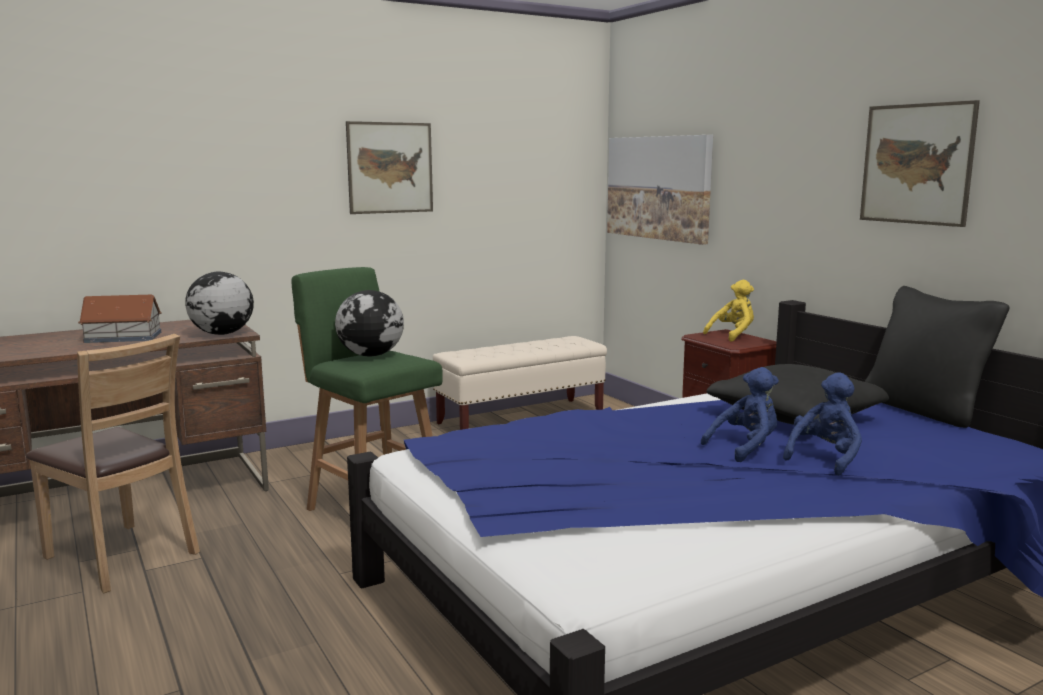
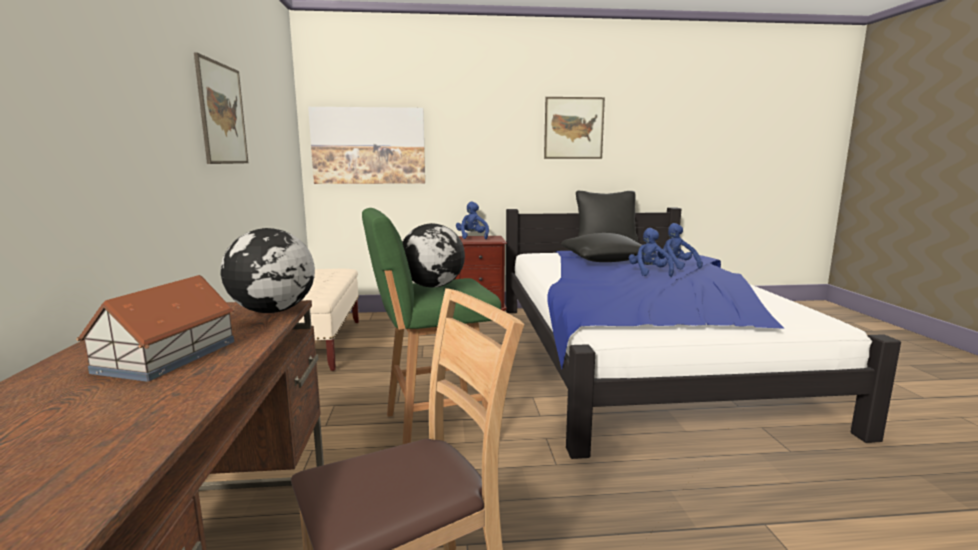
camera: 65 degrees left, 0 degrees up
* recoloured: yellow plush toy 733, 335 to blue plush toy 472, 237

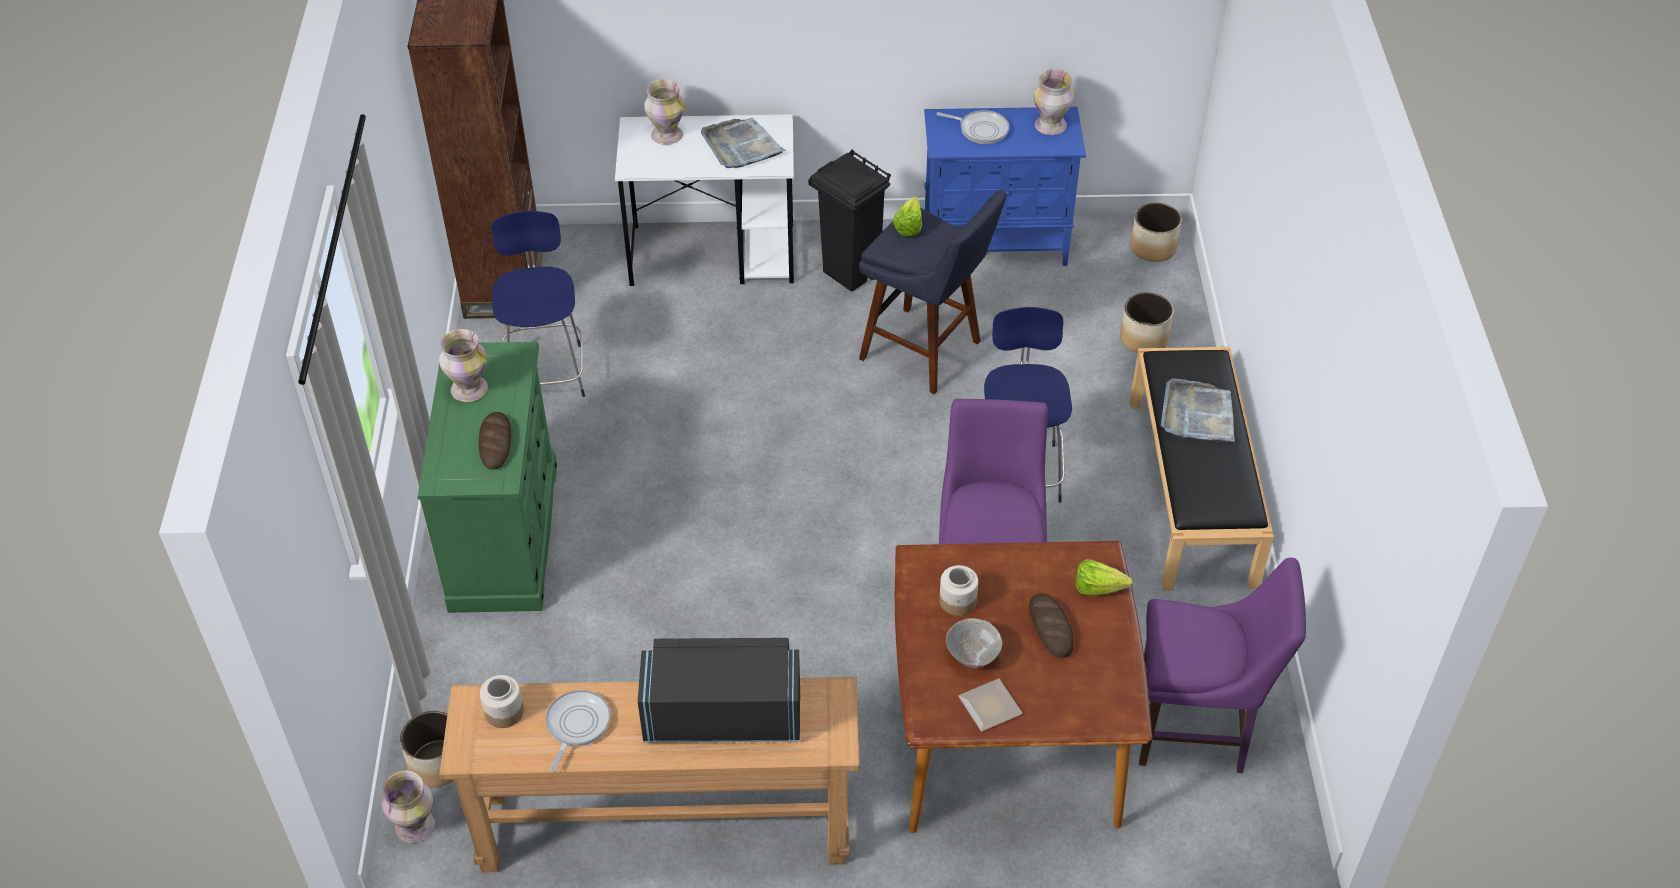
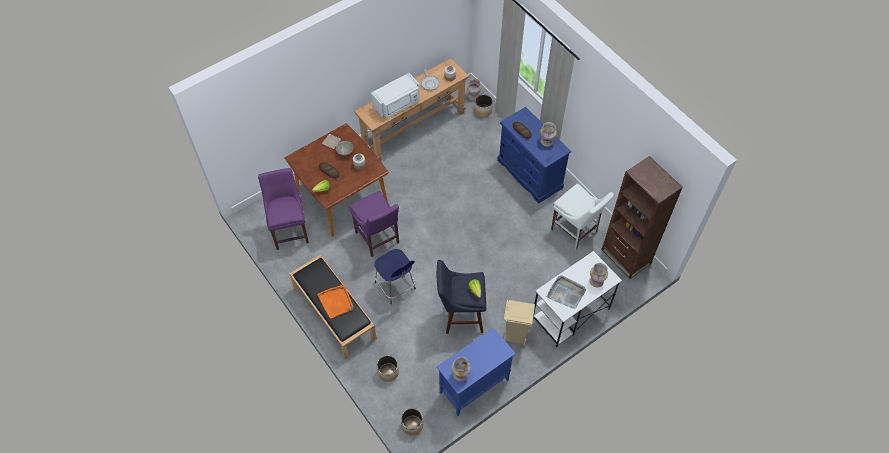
camera: 145 degrees right, 10 degrees up
* recoloured: green dresser 505, 535 to blue dresser 529, 174
* replaced: blue stool 546, 371 to white chair 575, 232
* recoloured: black microwave 723, 712 to white microwave 397, 104
* recoloured: black trash can 851, 274 to beige trash can 514, 336
* removed: frying pan 980, 129
* turned: purple chair 1197, 730 = 290, 230 105 degrees clockwise
* recoloured: grey tray 1197, 415 to orange tray 336, 302

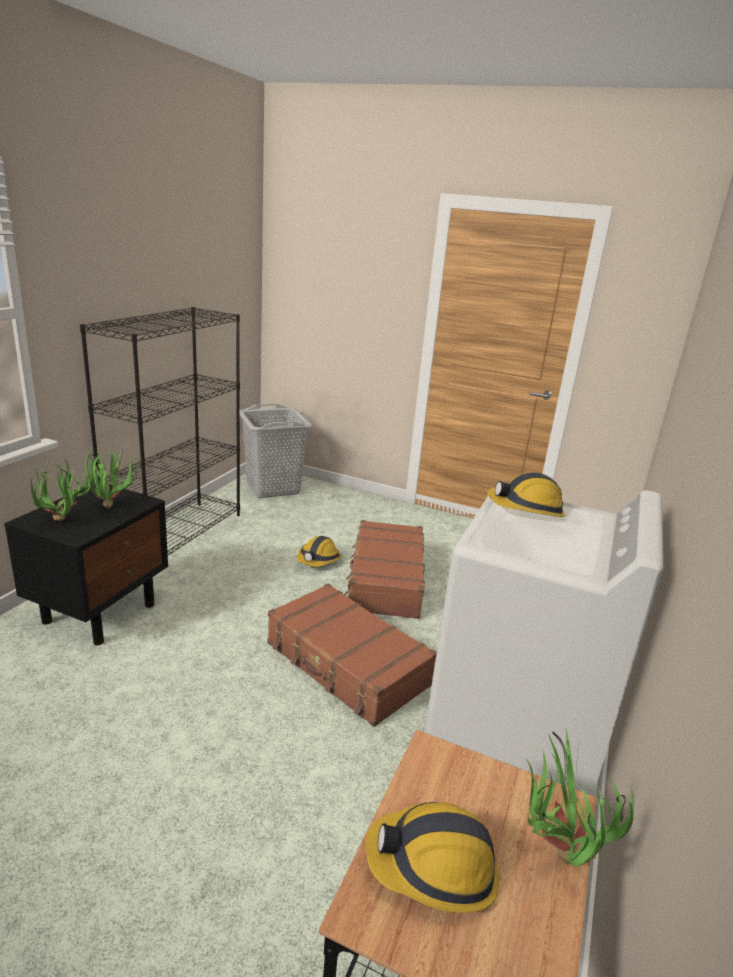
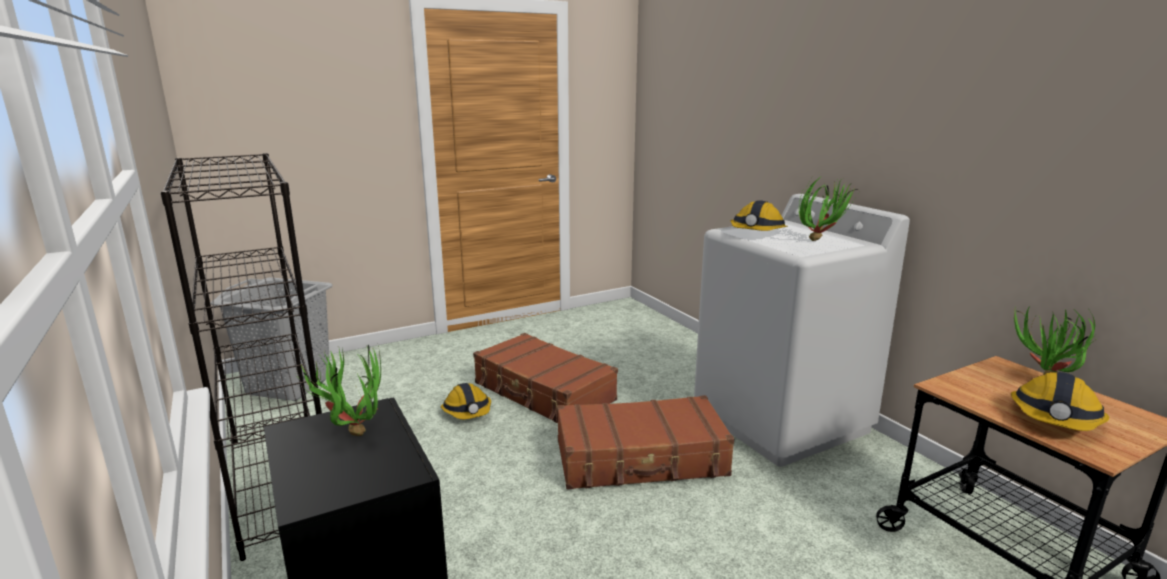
camera: 50 degrees left, 5 degrees down
* moved: potted plant 63, 523 to 821, 240

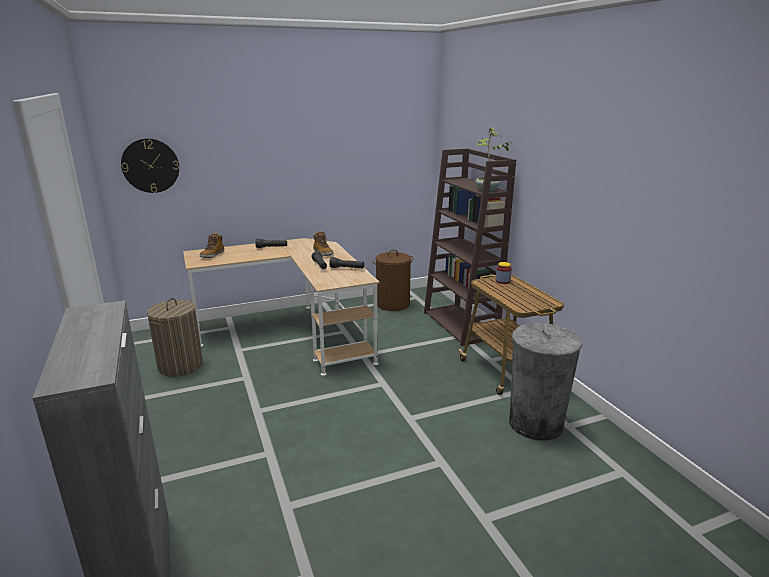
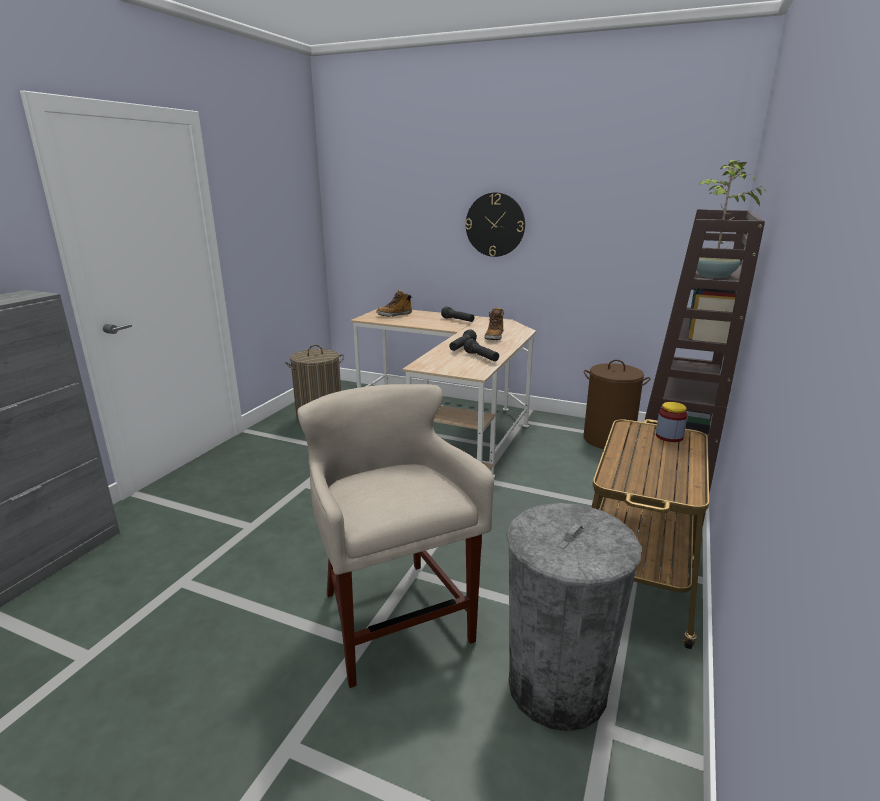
camera: 45 degrees right, 0 degrees up
* moved: wall clock 150, 165 to 495, 225
* added: beige stool 393, 620

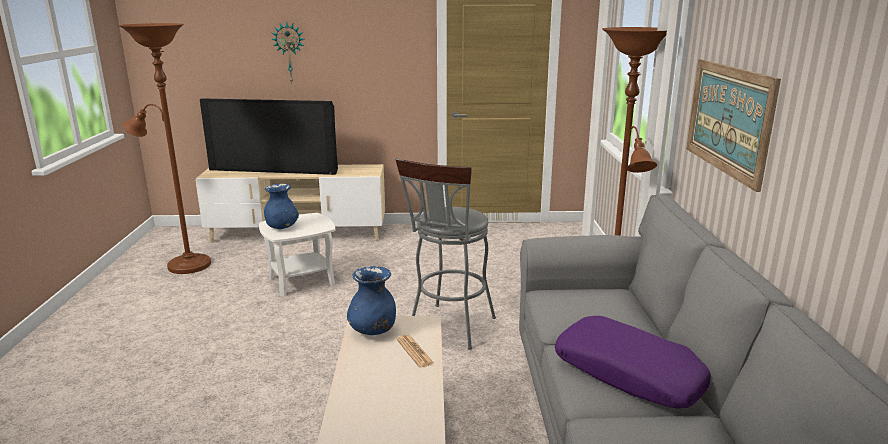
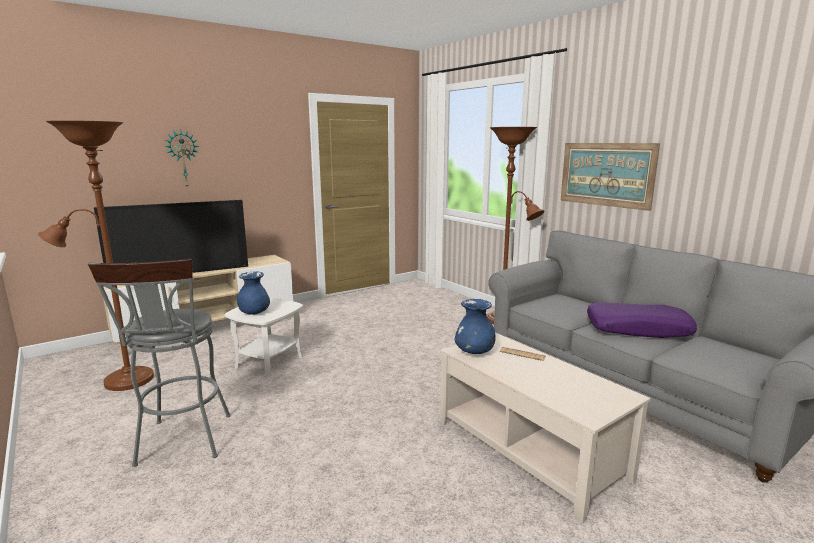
camera: 35 degrees left, 5 degrees down
* moved: grey stool 449, 329 to 183, 444

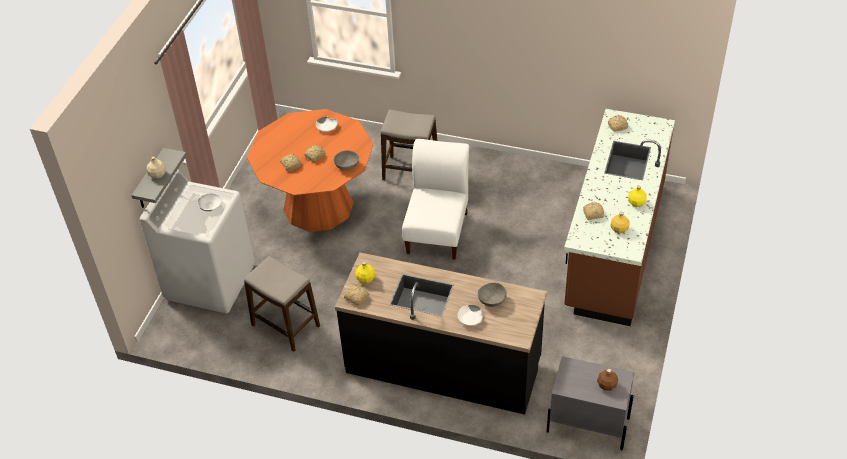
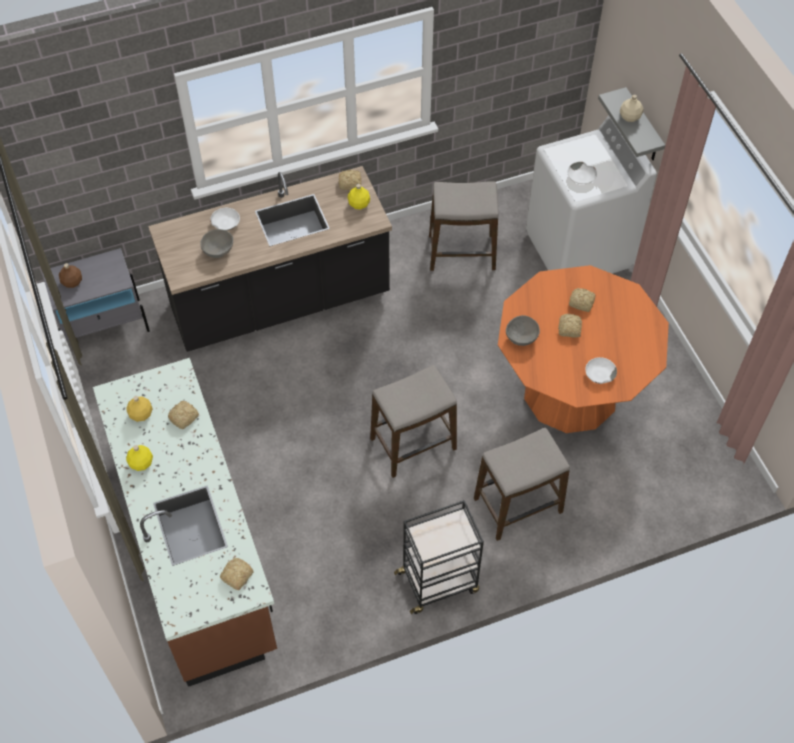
camera: 140 degrees right, 10 degrees up
* replaced: white chair 438, 230 to stool 413, 444
* added: black cart 438, 581

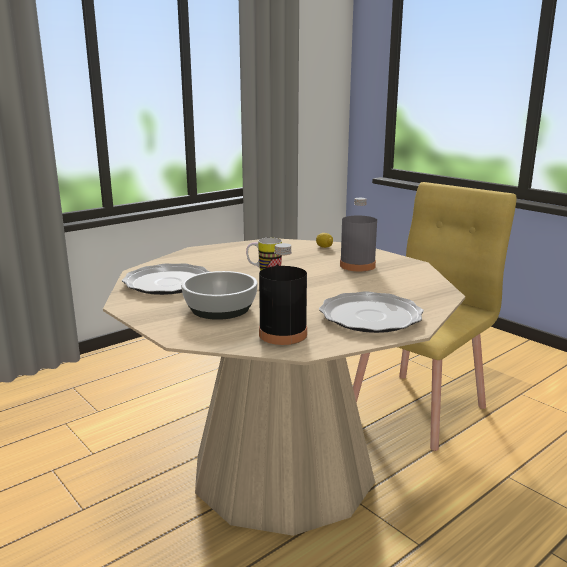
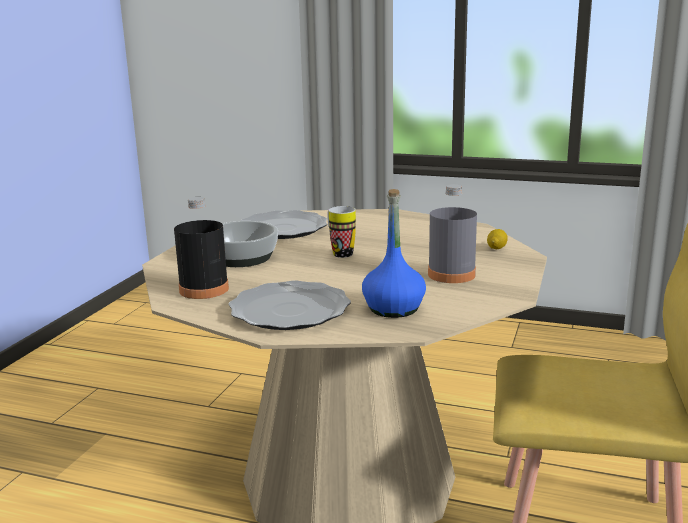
camera: 60 degrees right, 0 degrees up
* added: blue bottle 394, 309

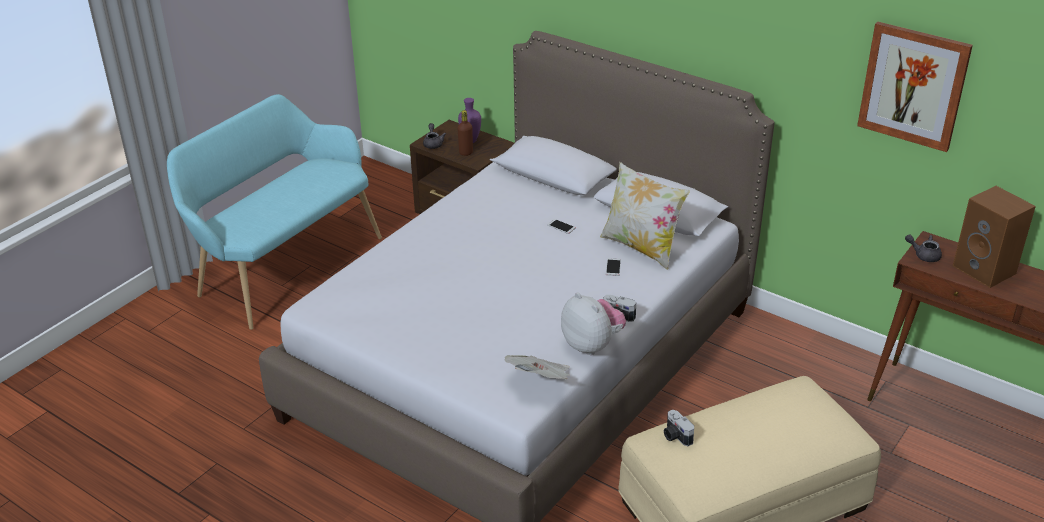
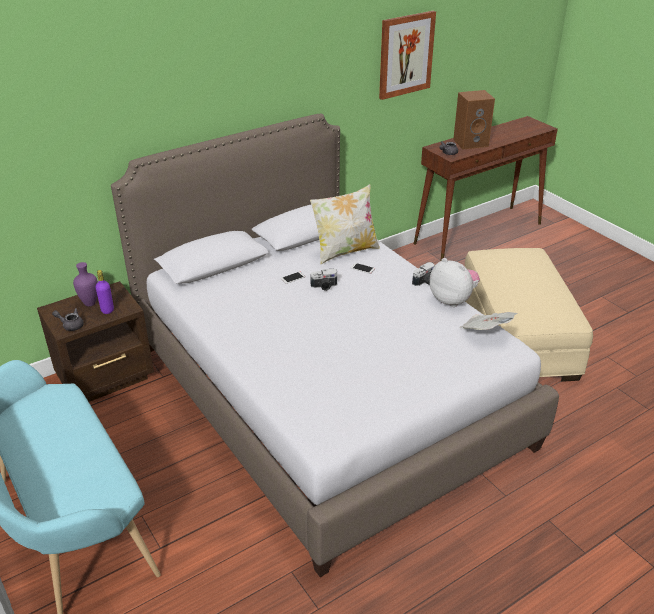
camera: 70 degrees left, 0 degrees up
* recoloured: brown bottle 466, 152 to purple bottle 107, 310
* turned: plush toy 592, 345 = 452, 300 60 degrees clockwise
* moved: photo camera 675, 436 to 324, 286

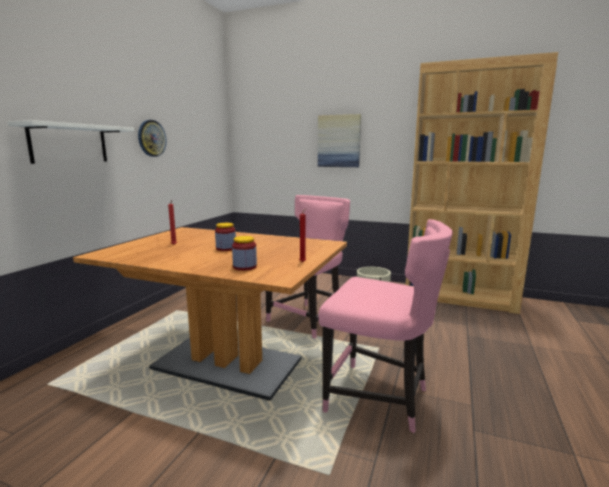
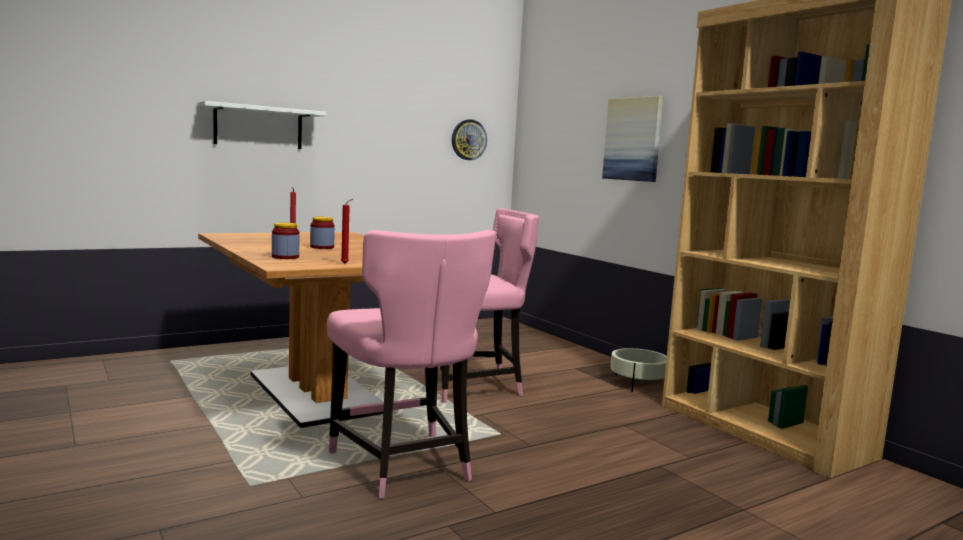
camera: 35 degrees right, 5 degrees down
* moved: wall clock 151, 138 to 468, 139

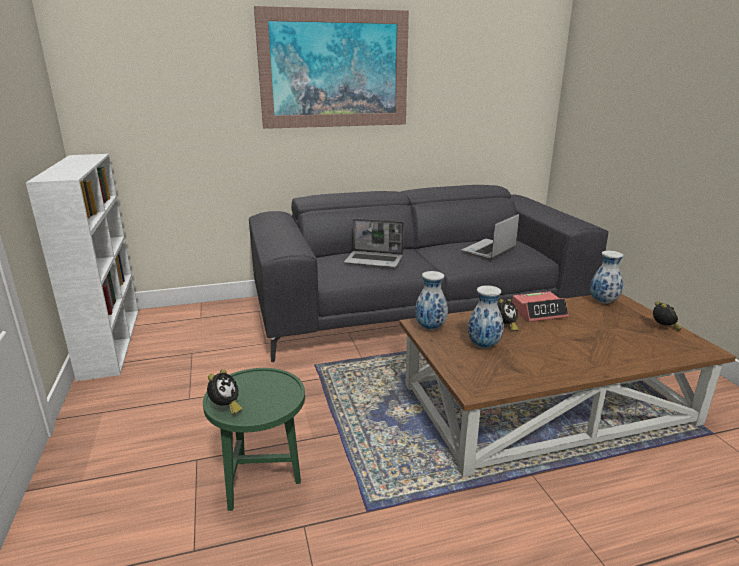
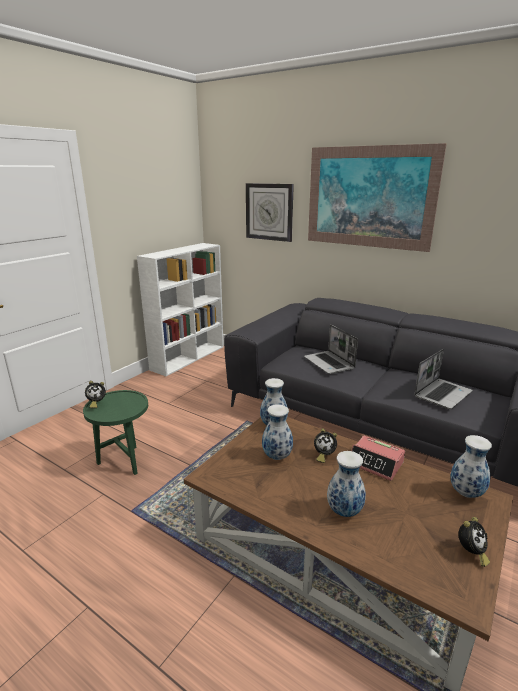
camera: 50 degrees right, 0 degrees up
* turned: laptop 489, 250 = 442, 394 135 degrees clockwise
* added: wall clock 269, 212
* added: vase 344, 511

